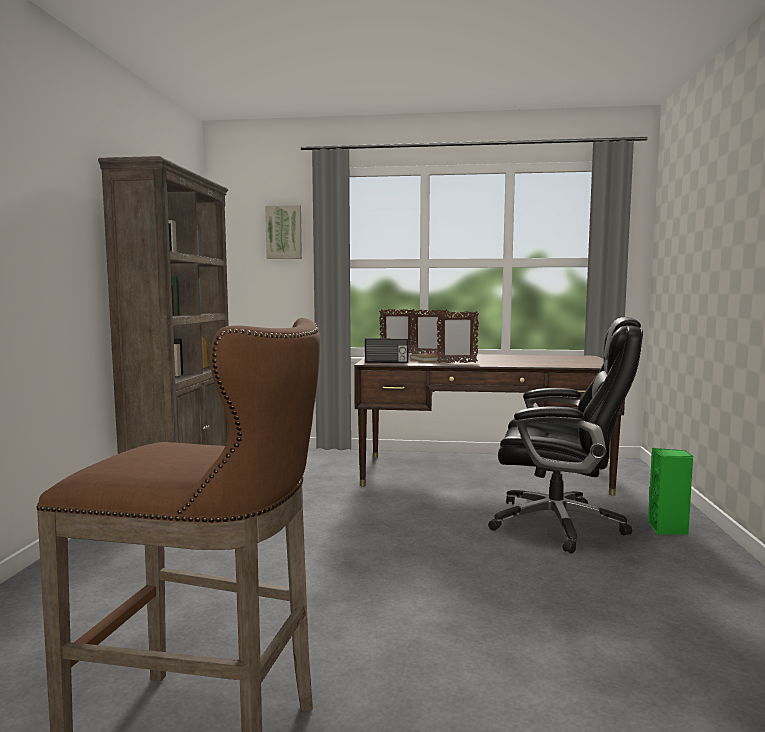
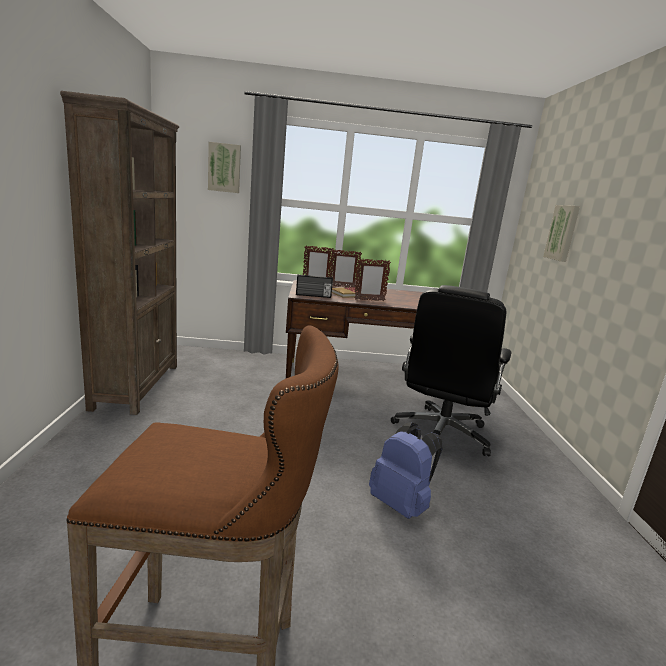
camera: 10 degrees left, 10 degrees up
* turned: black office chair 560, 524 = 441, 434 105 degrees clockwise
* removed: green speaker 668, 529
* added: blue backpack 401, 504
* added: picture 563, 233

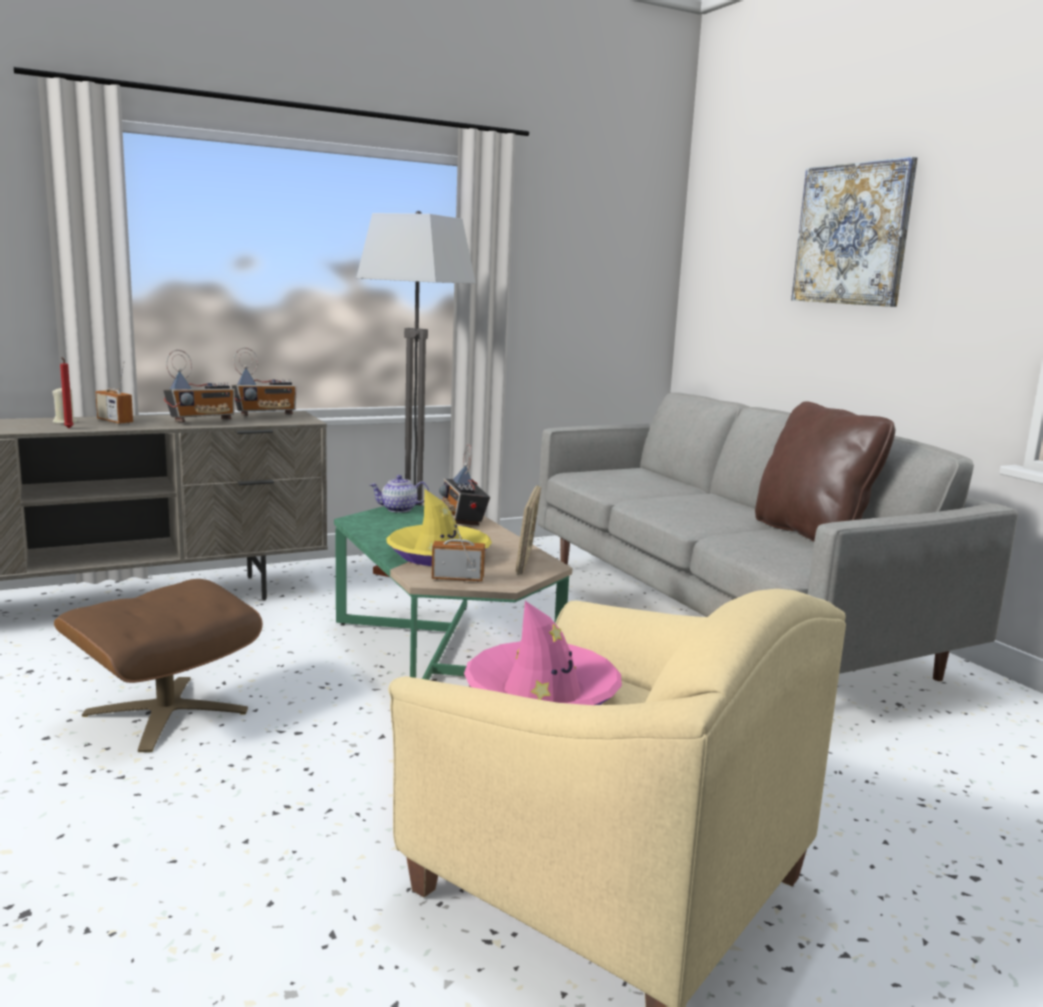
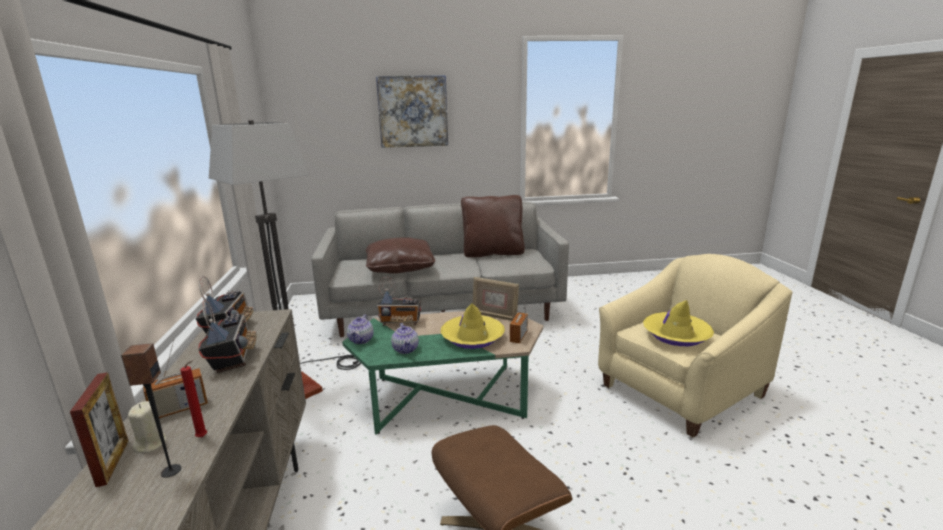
camera: 70 degrees left, 5 degrees up
* recoloured: pink hat 542, 694 to yellow hat 676, 335
* added: picture frame 113, 462
* added: speaker 170, 471
* added: brown pillow 400, 268
* added: teapot 406, 349

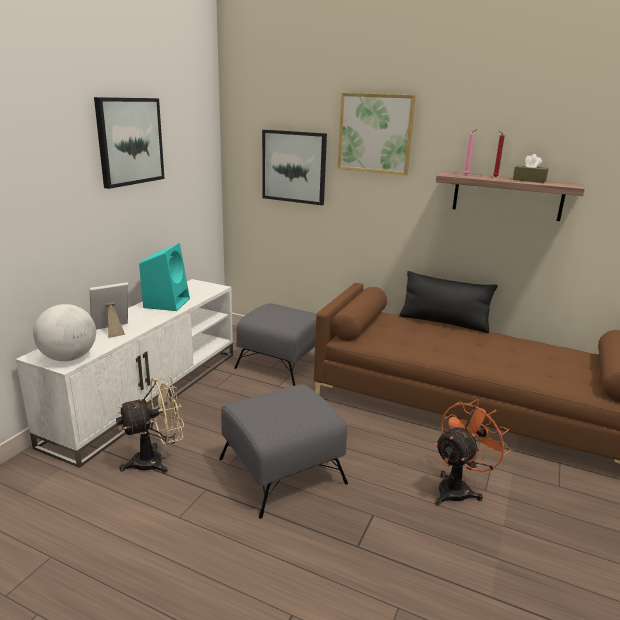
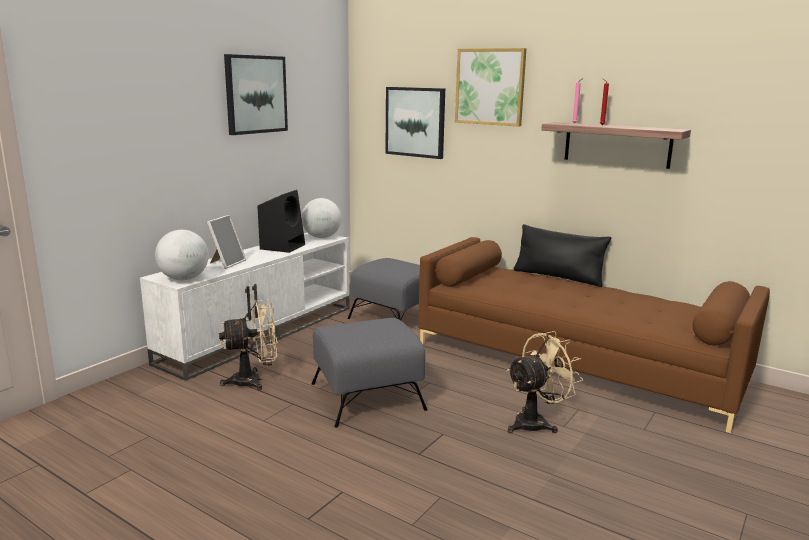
camera: 10 degrees right, 5 degrees down
* turned: picture frame 112, 330 = 226, 263 135 degrees clockwise
* recoloured: turquoise speaker 167, 302 to black speaker 283, 246
* recoloured: orange fan 458, 488 to beige fan 536, 422
* removed: brown tissue box 529, 180
* added: globe 321, 237

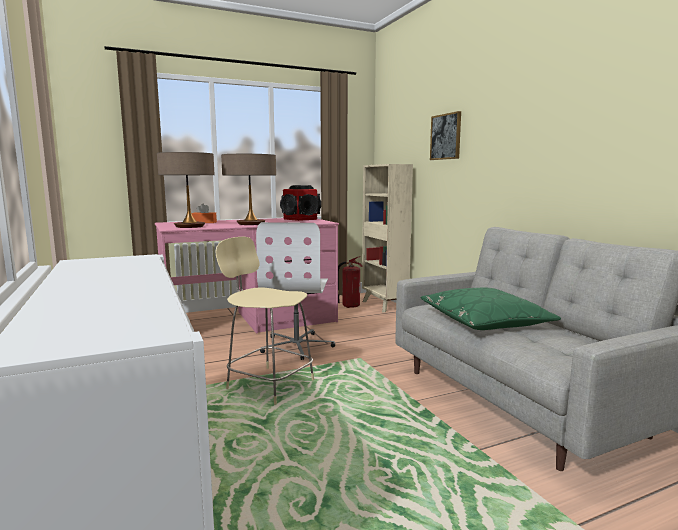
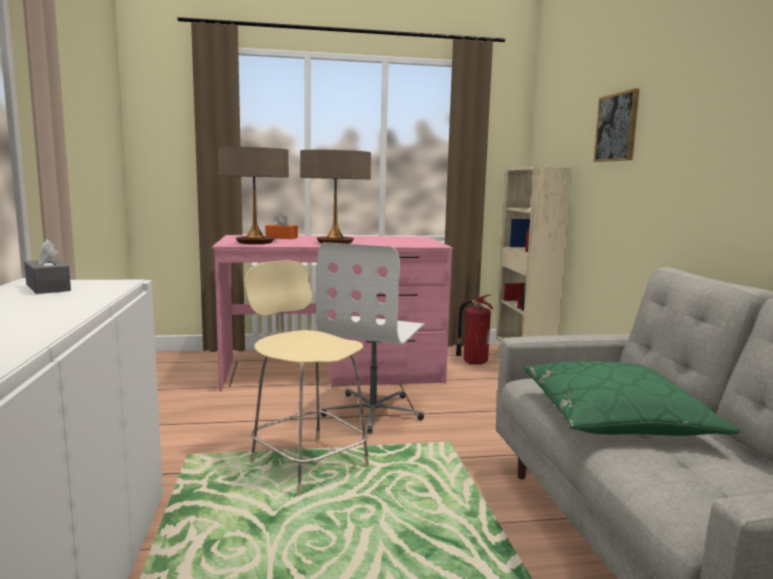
camera: 15 degrees right, 0 degrees up
* removed: speaker 301, 219
* added: grey tissue box 48, 288

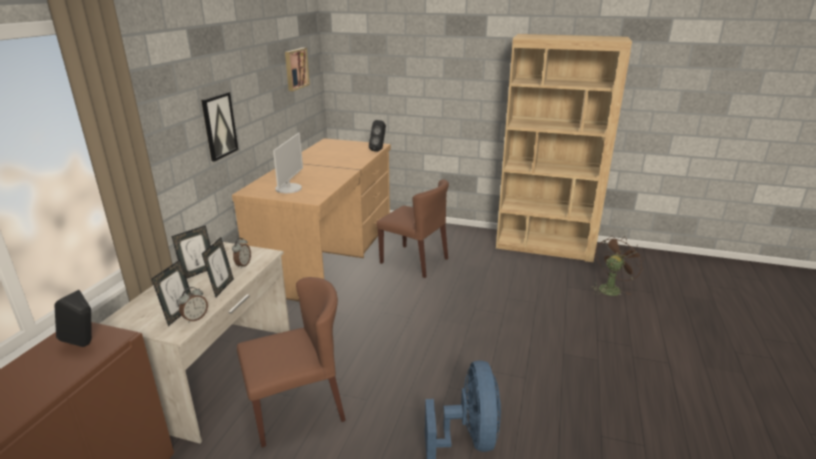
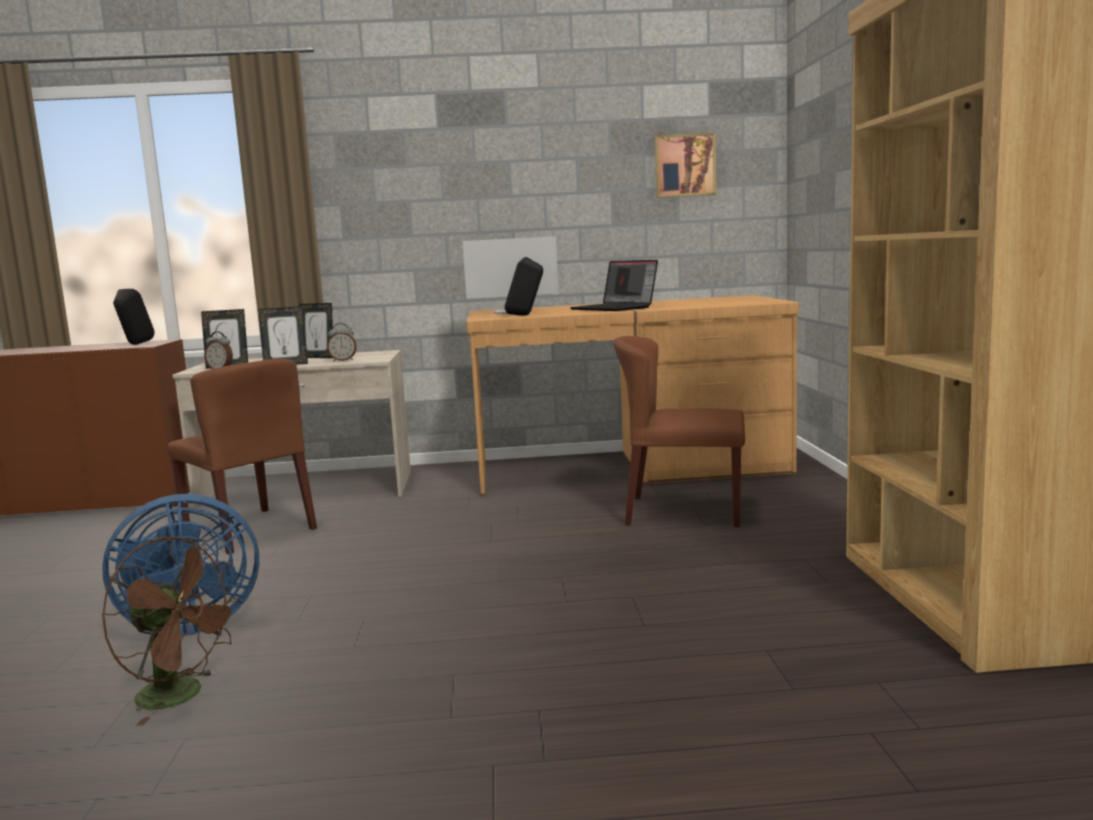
camera: 70 degrees right, 15 degrees down
* removed: picture 219, 126
* moved: black speaker 379, 150 to 525, 315
* turned: brown chair 414, 261 = 683, 511 90 degrees clockwise
* moved: brown fan 611, 288 to 182, 696
* added: laptop 615, 308

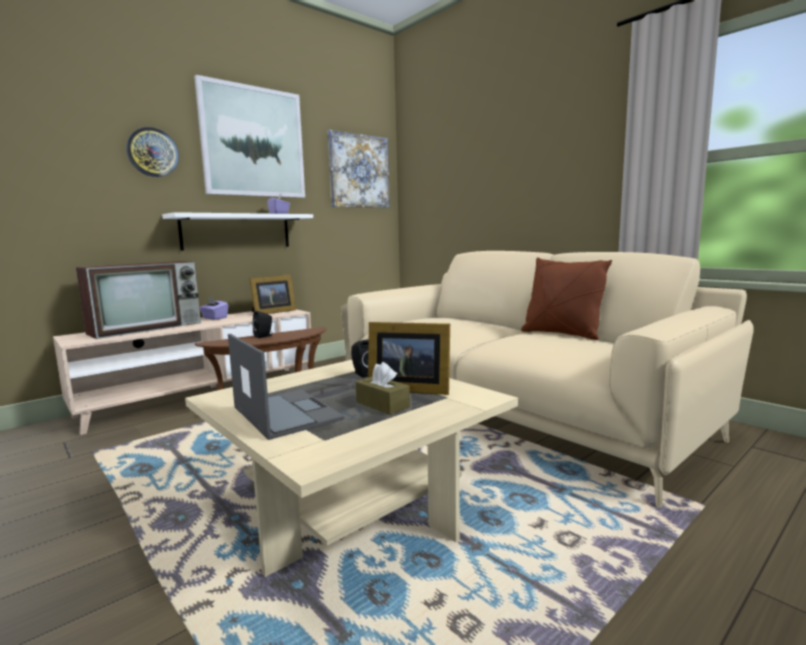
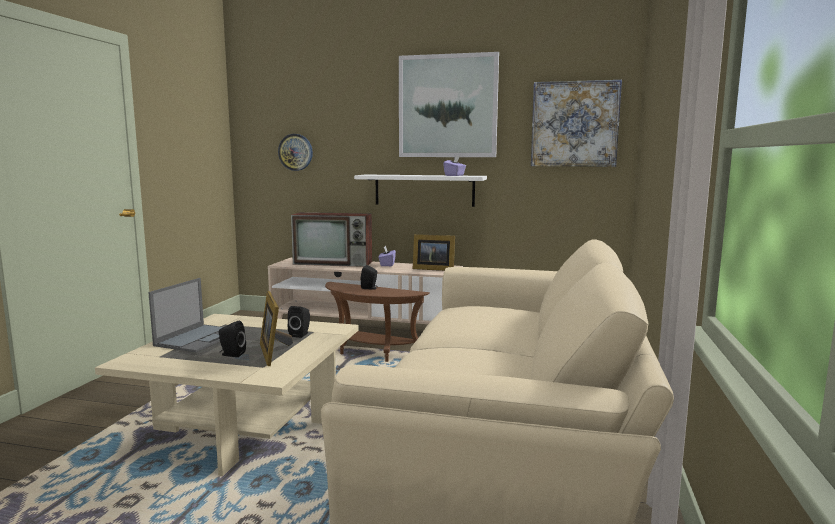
camera: 55 degrees right, 0 degrees up
* moved: wall clock 152, 152 to 295, 152
* replaced: brown tissue box 382, 404 to black speaker 231, 354
* removed: brown pillow 561, 334

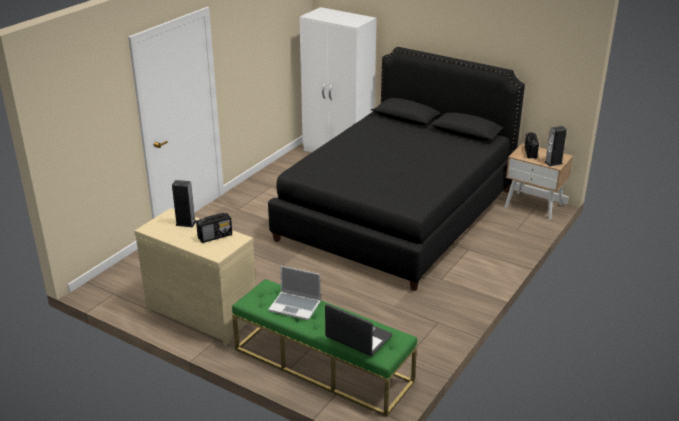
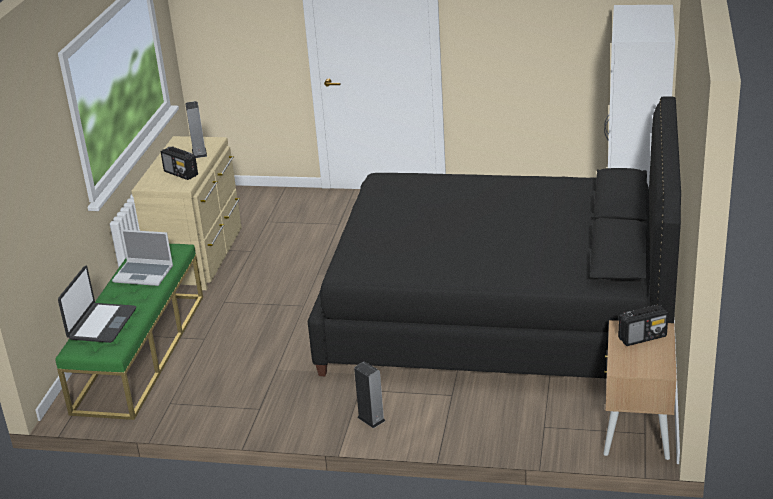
camera: 70 degrees right, 0 degrees up
* turned: laptop 295, 306 = 144, 274 75 degrees counterclockwise
* moved: speaker 553, 163 to 371, 419

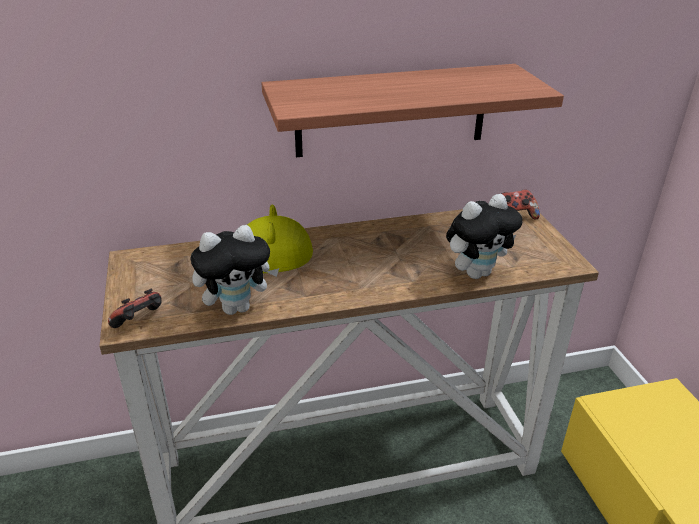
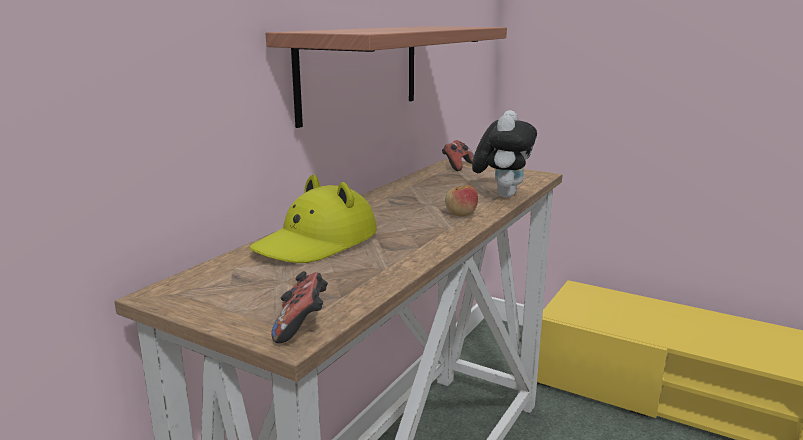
camera: 45 degrees left, 15 degrees down
* removed: plush toy 237, 307
* added: apple 461, 214

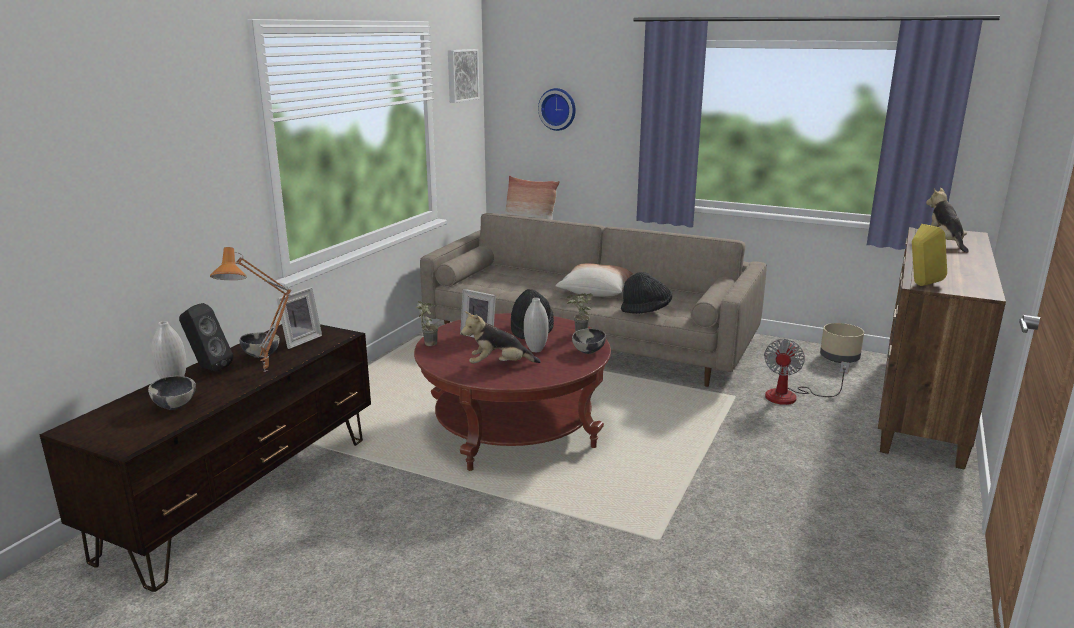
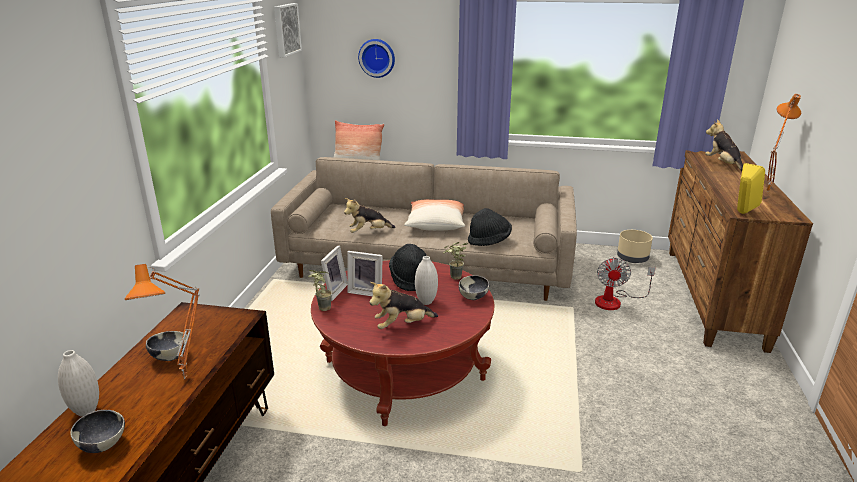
camera: 15 degrees left, 5 degrees up
* removed: black speaker 208, 368
* moved: picture frame 300, 340 to 333, 291
* added: plush toy 368, 232
* added: orange table lamp 765, 192

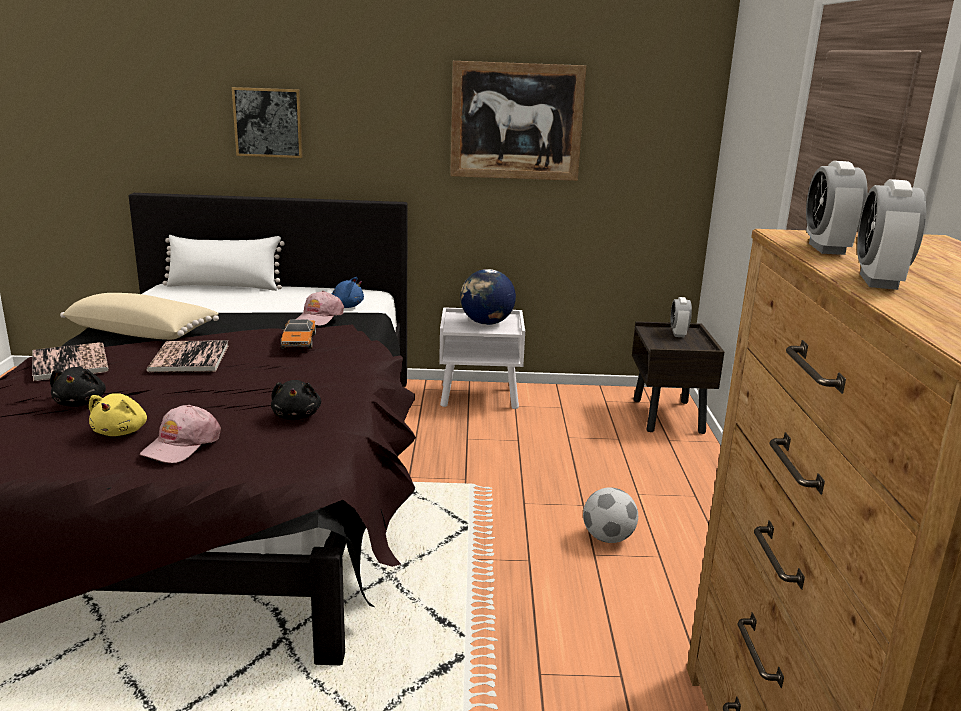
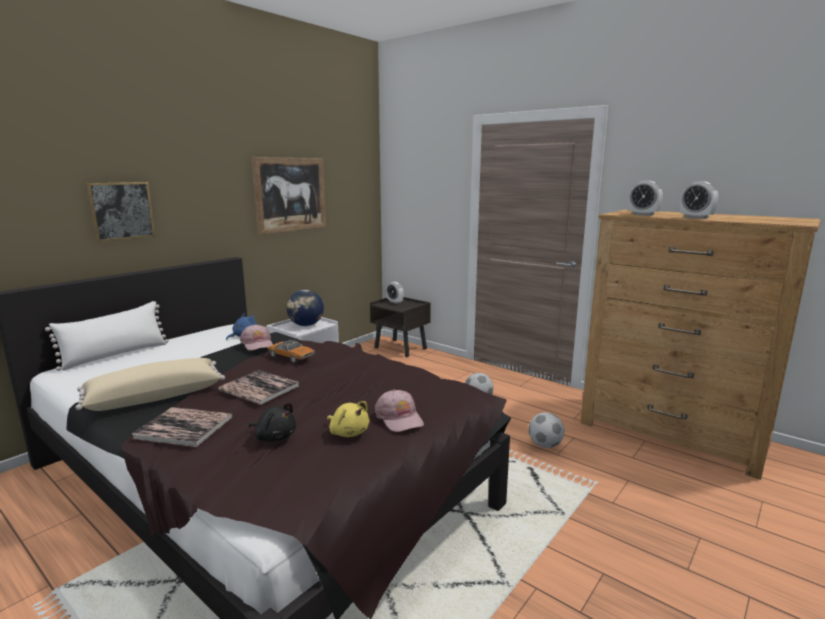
camera: 50 degrees left, 5 degrees down
* removed: black plush toy 296, 416
* added: football 544, 445

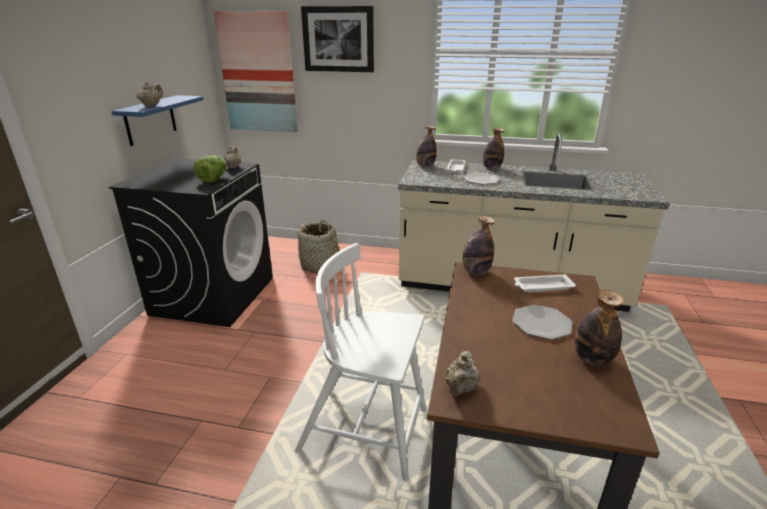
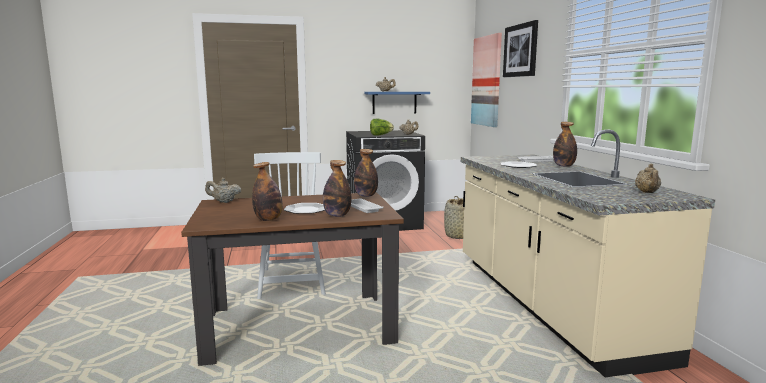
camera: 65 degrees right, 15 degrees down
* moved: bottle 425, 166 to 337, 215
* added: beige teapot 647, 192

